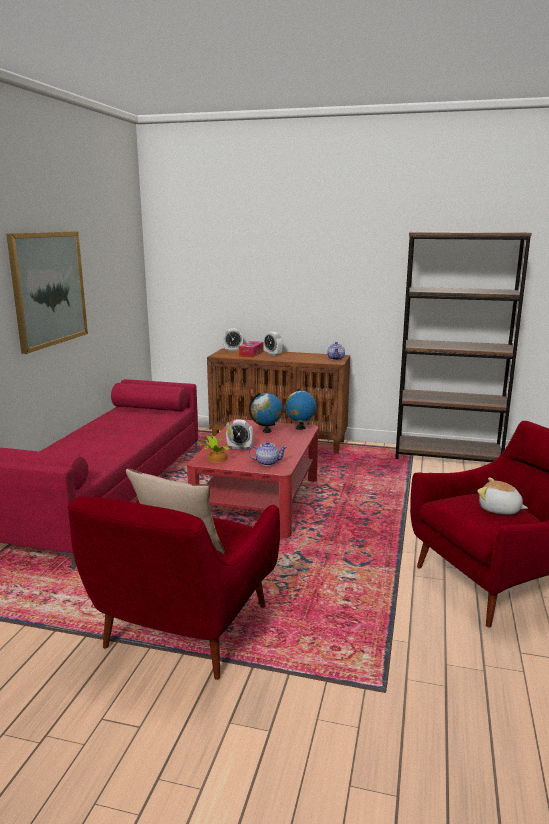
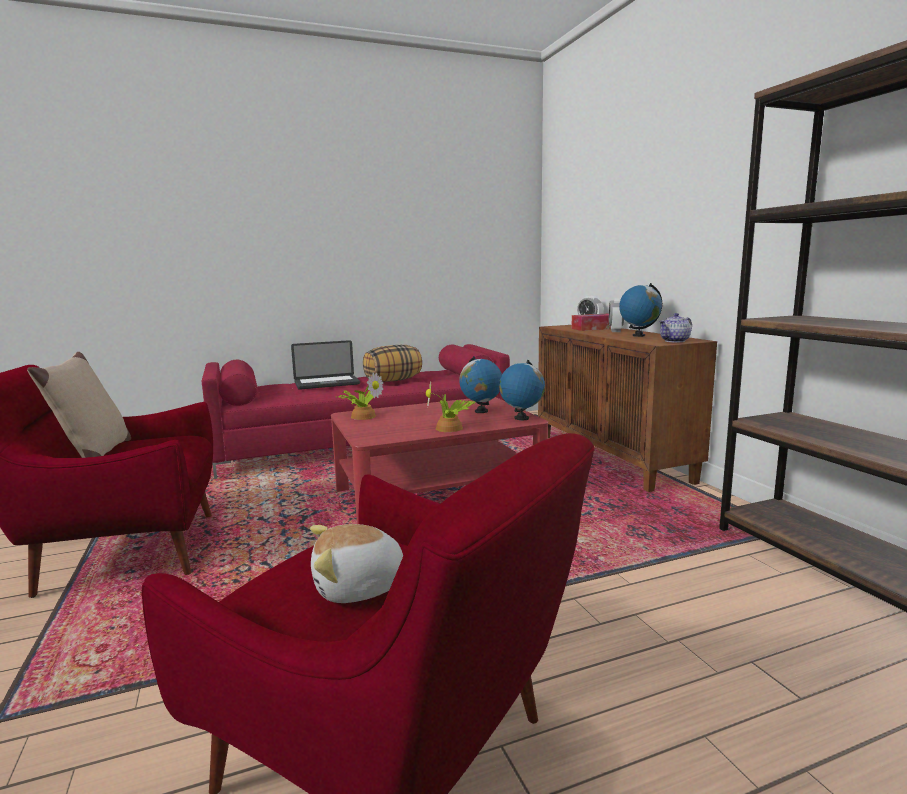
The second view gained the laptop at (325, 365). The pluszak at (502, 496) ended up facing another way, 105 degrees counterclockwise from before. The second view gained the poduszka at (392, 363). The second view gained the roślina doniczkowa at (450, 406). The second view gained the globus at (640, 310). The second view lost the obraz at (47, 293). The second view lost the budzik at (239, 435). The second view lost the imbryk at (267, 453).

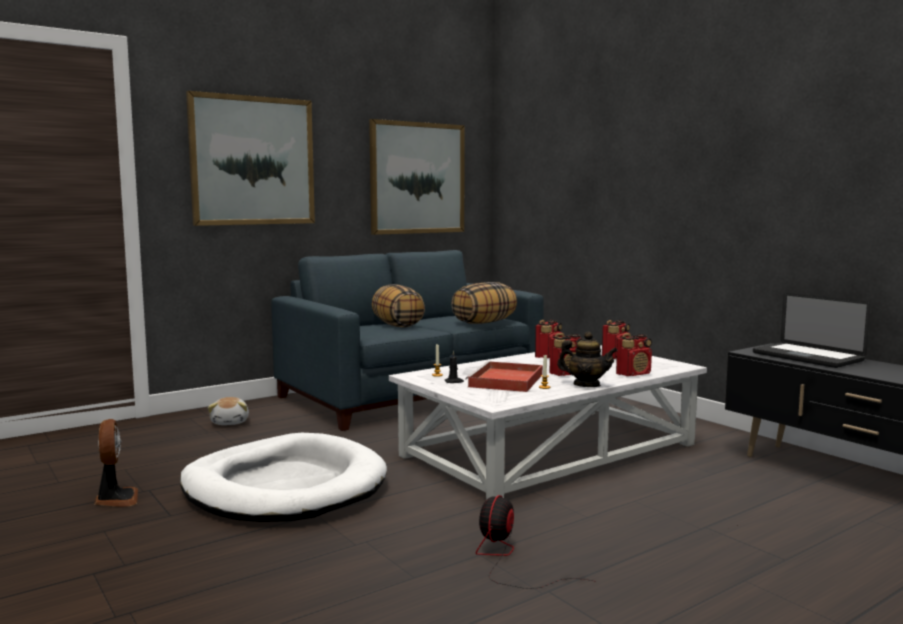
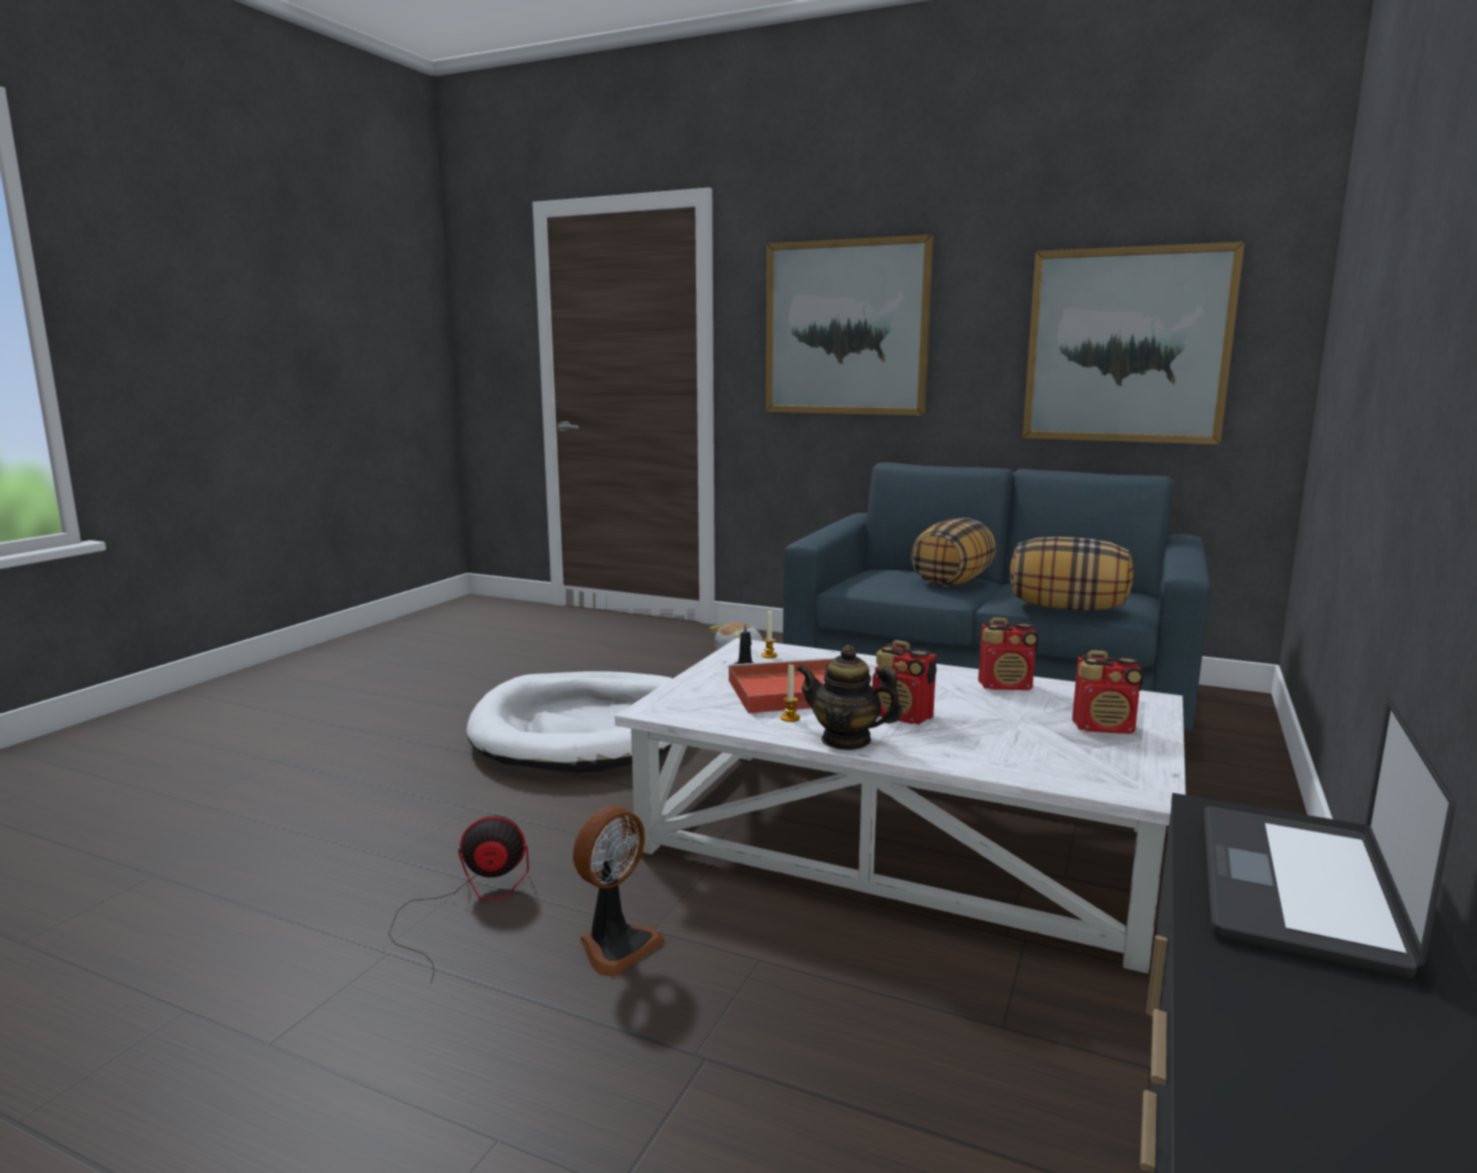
The wentylator ended up elsewhere, having gone from (116, 463) to (619, 891). The imbryk at (587, 359) ended up facing another way, 120 degrees clockwise from before. The second view lost the radio at (634, 354).

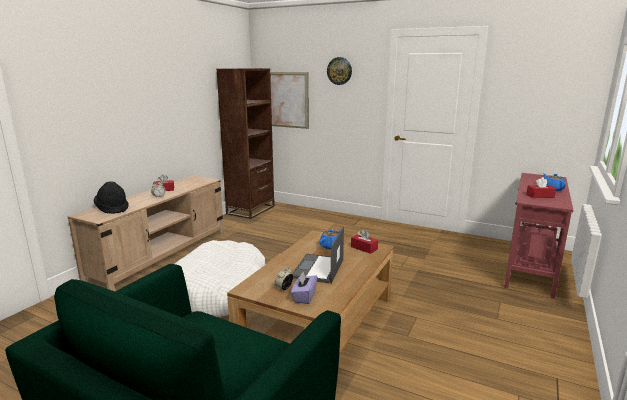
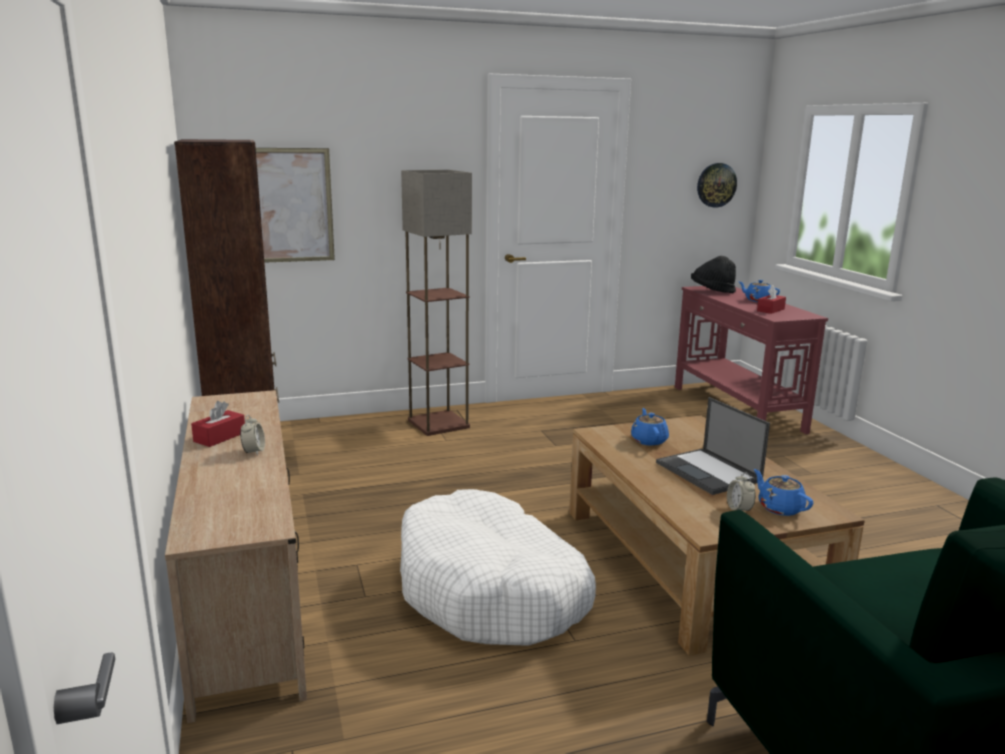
The second view gained the lampa stojąca at (436, 303). The kapelusz (czarny) ended up elsewhere, having gone from (111, 197) to (713, 274). The zegar ścienny ended up elsewhere, having gone from (339, 71) to (717, 185). Where the pudełko chusteczek (fioletowy) stood at (304, 288), the imbryk (niebieski) came to stand at (783, 492). The second view lost the pudełko chusteczek (czerwony) at (364, 241).

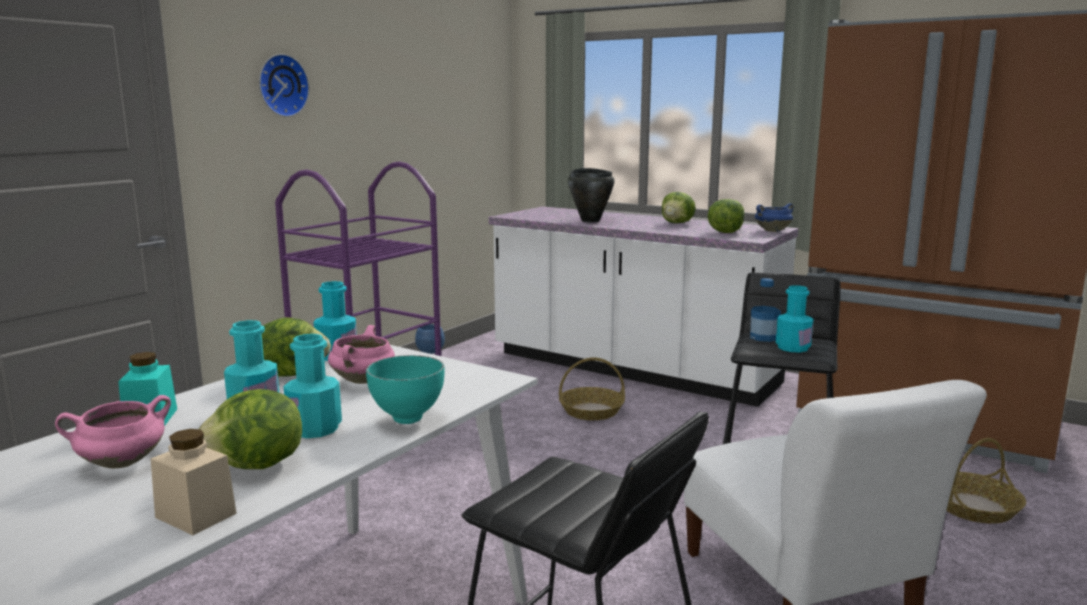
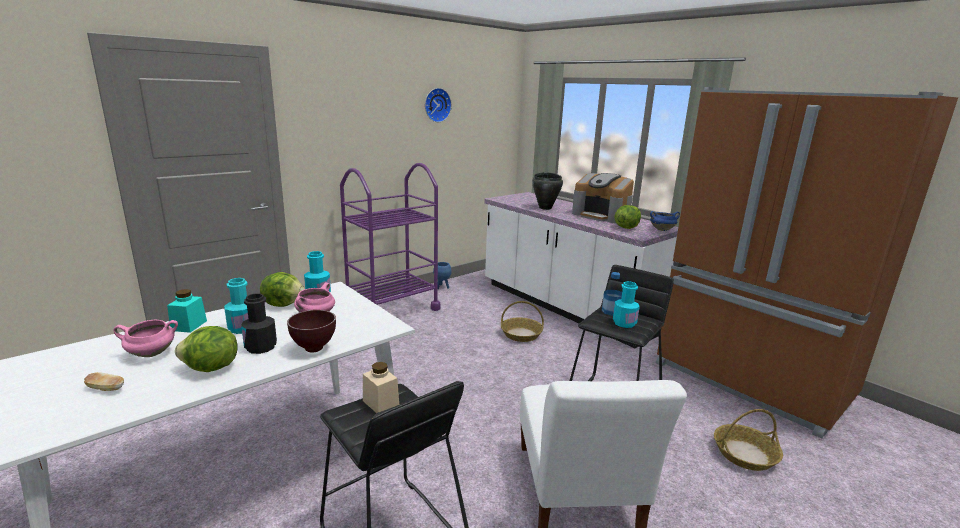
The second view gained the chleb at (104, 381). What was the butelka (turkusowy) at (312, 386) turned into the butelka (czarny) at (259, 323). What was the miska (turkusowy) at (405, 389) turned into the miska (brązowy) at (311, 331). The słoik (beżowy) ended up elsewhere, having gone from (194, 482) to (381, 387). The zegar ścienny ended up elsewhere, having gone from (284, 85) to (438, 105). Where the sałata stood at (679, 207), the ekspres do kawy came to stand at (603, 198).

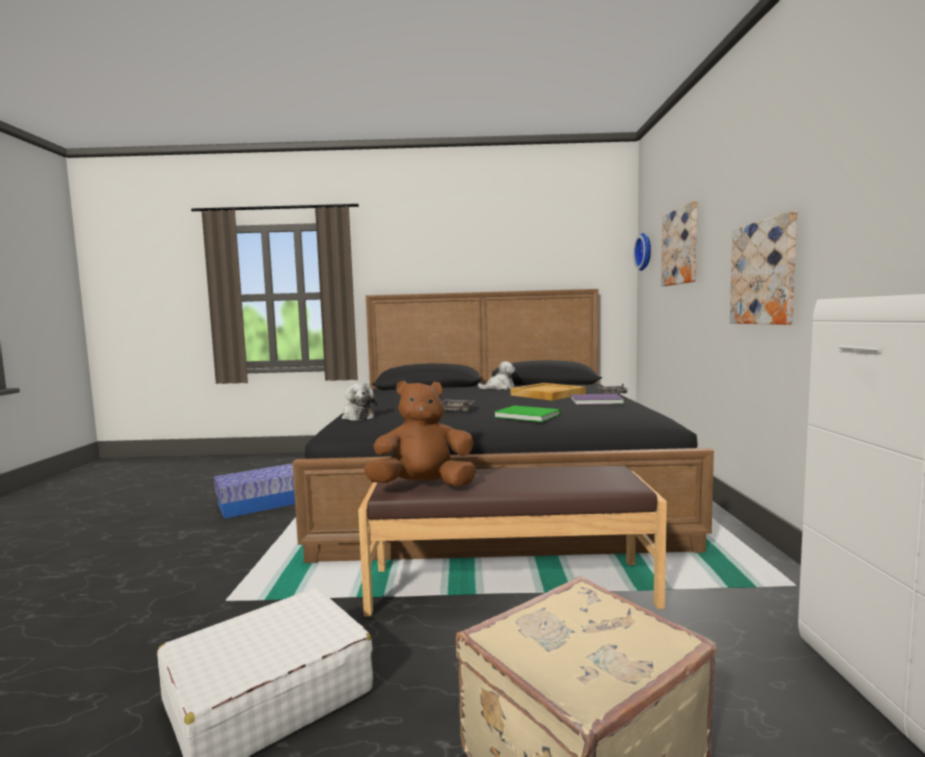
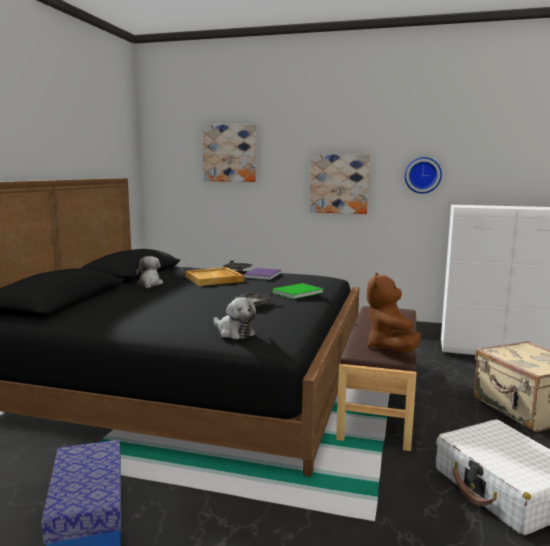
The pluszak at (359, 402) ended up facing another way, 60 degrees clockwise from before. The zegar ścienny ended up elsewhere, having gone from (642, 252) to (423, 175).

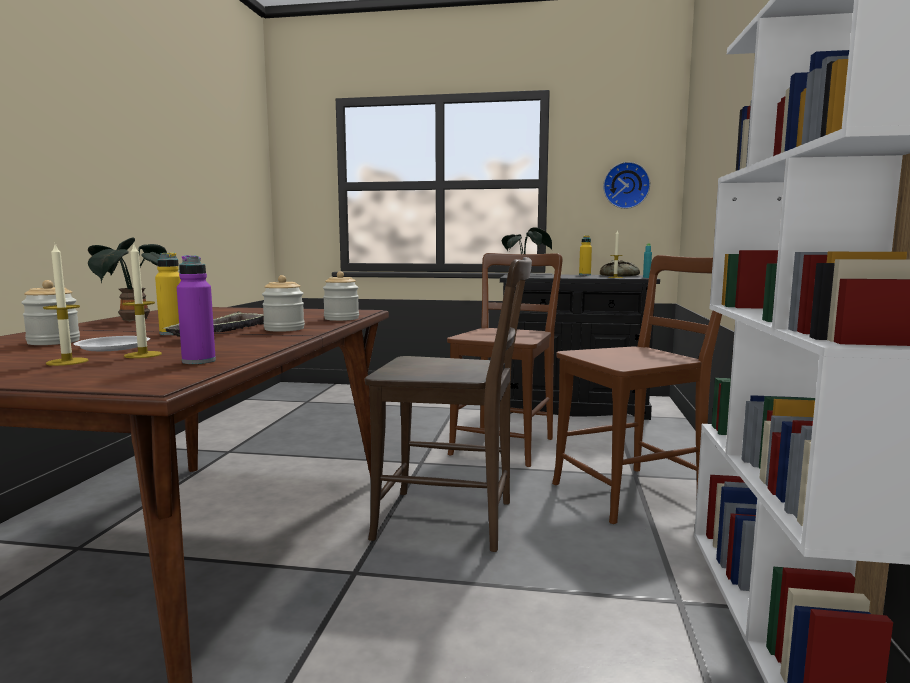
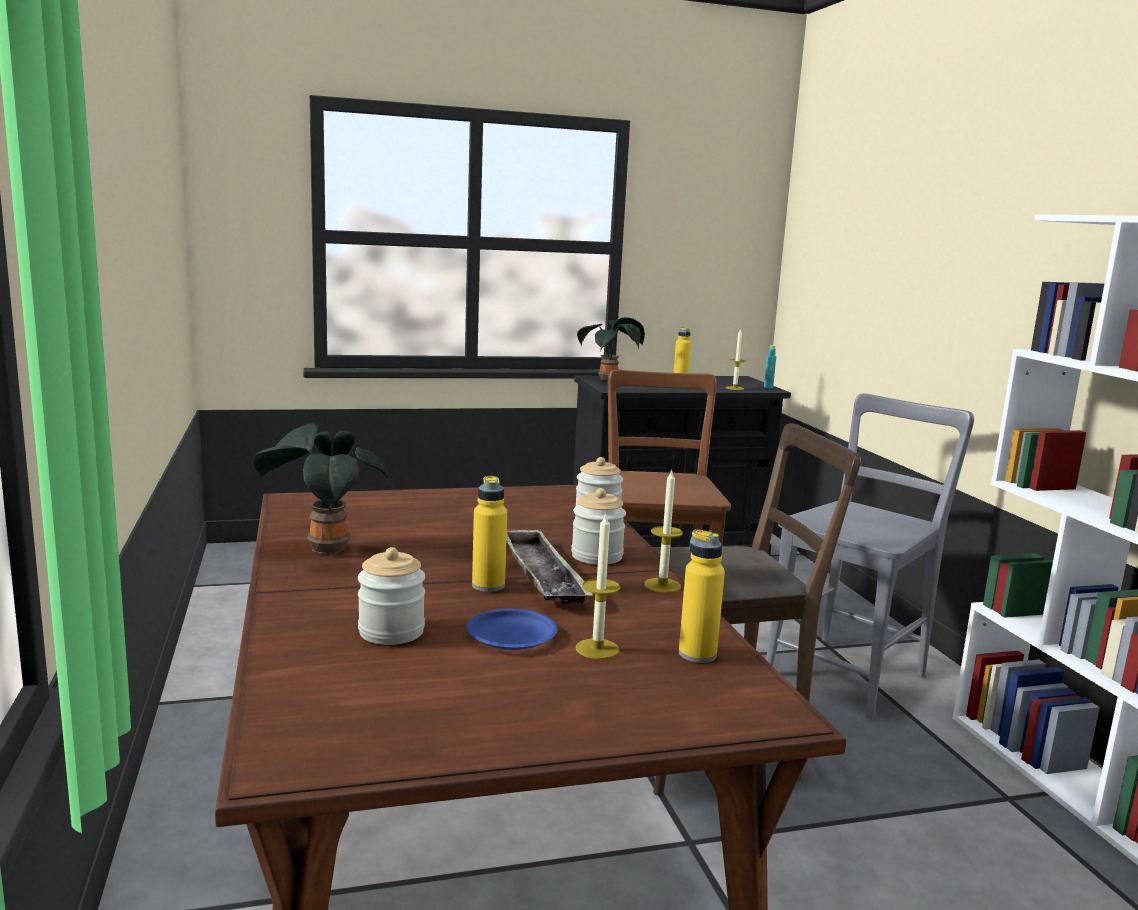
What was the talerz (biały) at (112, 343) turned into the talerz (niebieski) at (512, 629). The świeca ended up elsewhere, having gone from (66, 305) to (663, 531). What was the butelka (fioletowy) at (196, 309) turned into the butelka (żółty) at (702, 596). What was the krzesło (brązowy) at (637, 389) turned into the krzesło (szary) at (870, 556). The second view lost the chleb at (620, 268). The second view lost the zegar ścienny at (626, 185).

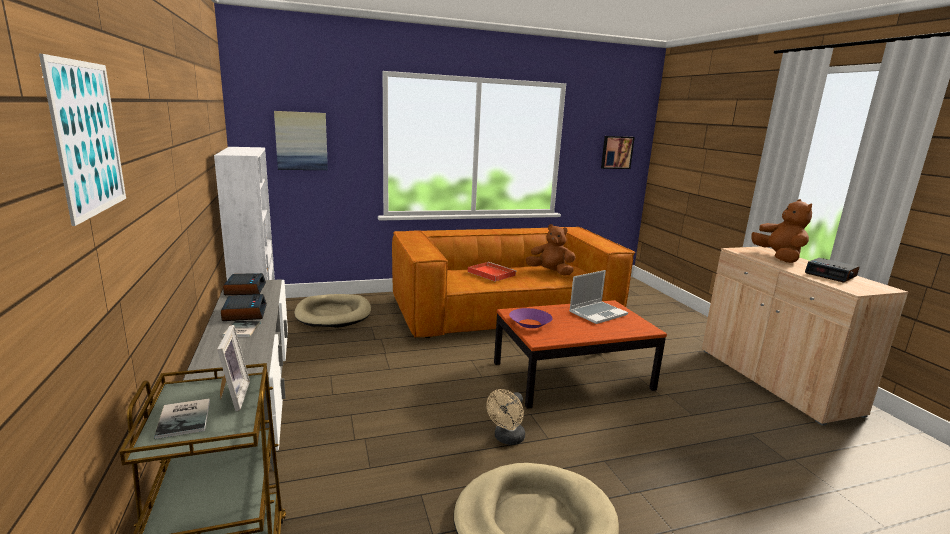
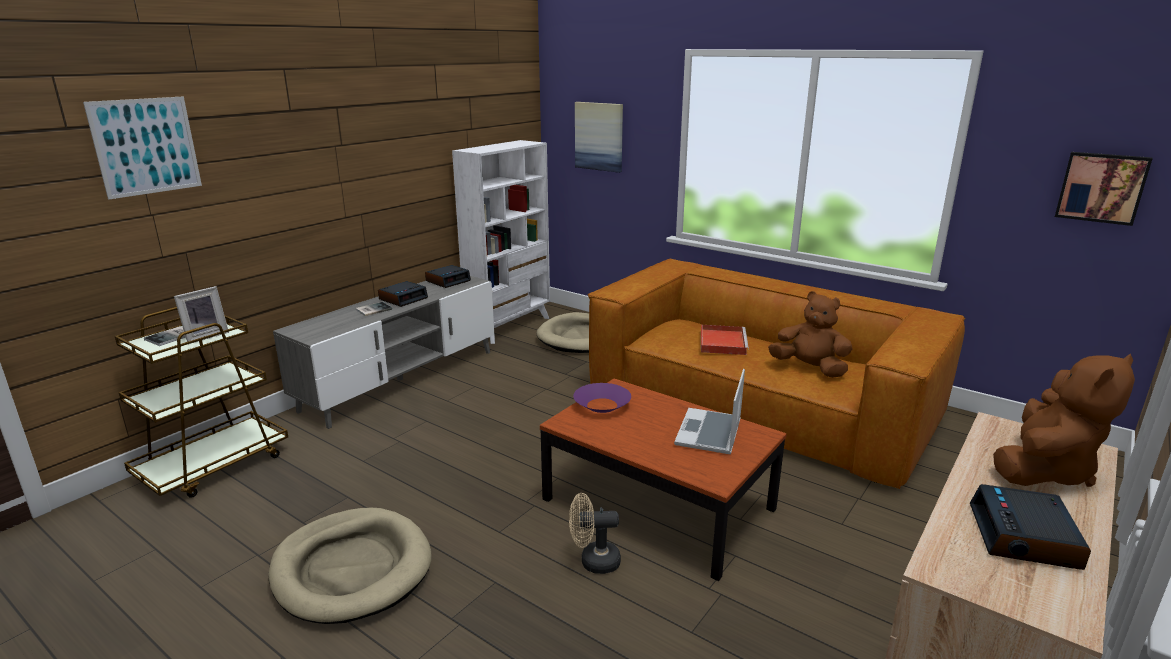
The wentylator (beżowy) ended up elsewhere, having gone from (505, 417) to (595, 533). The laptop at (598, 297) ended up facing another way, 90 degrees clockwise from before. The pluszak (brązowy) at (550, 250) ended up facing another way, 45 degrees counterclockwise from before.

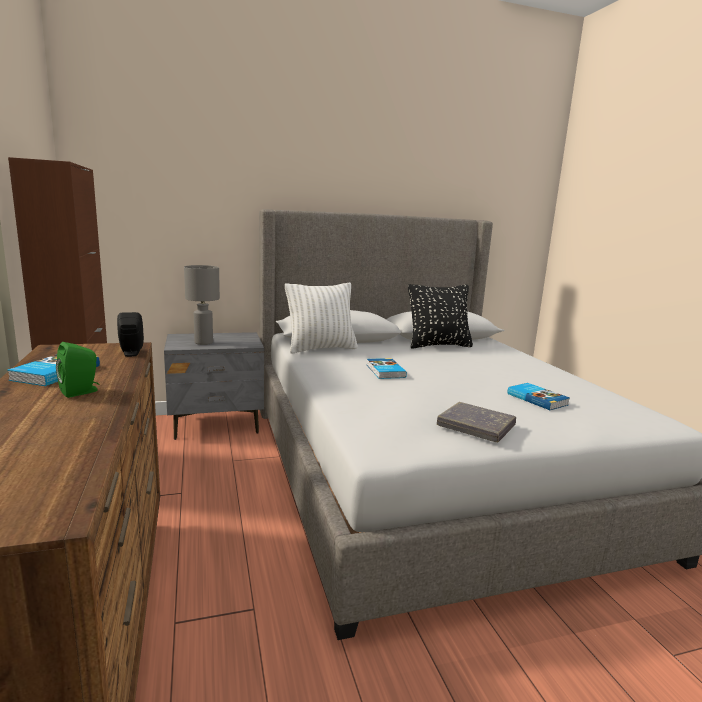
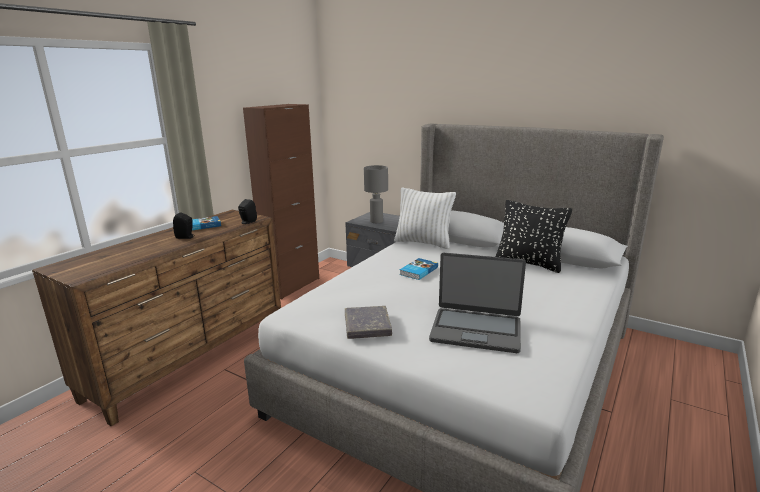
What was the głośnik (zielony) at (78, 370) turned into the głośnik (czarny) at (184, 225). Where the książka stood at (538, 396), the laptop came to stand at (477, 303).

